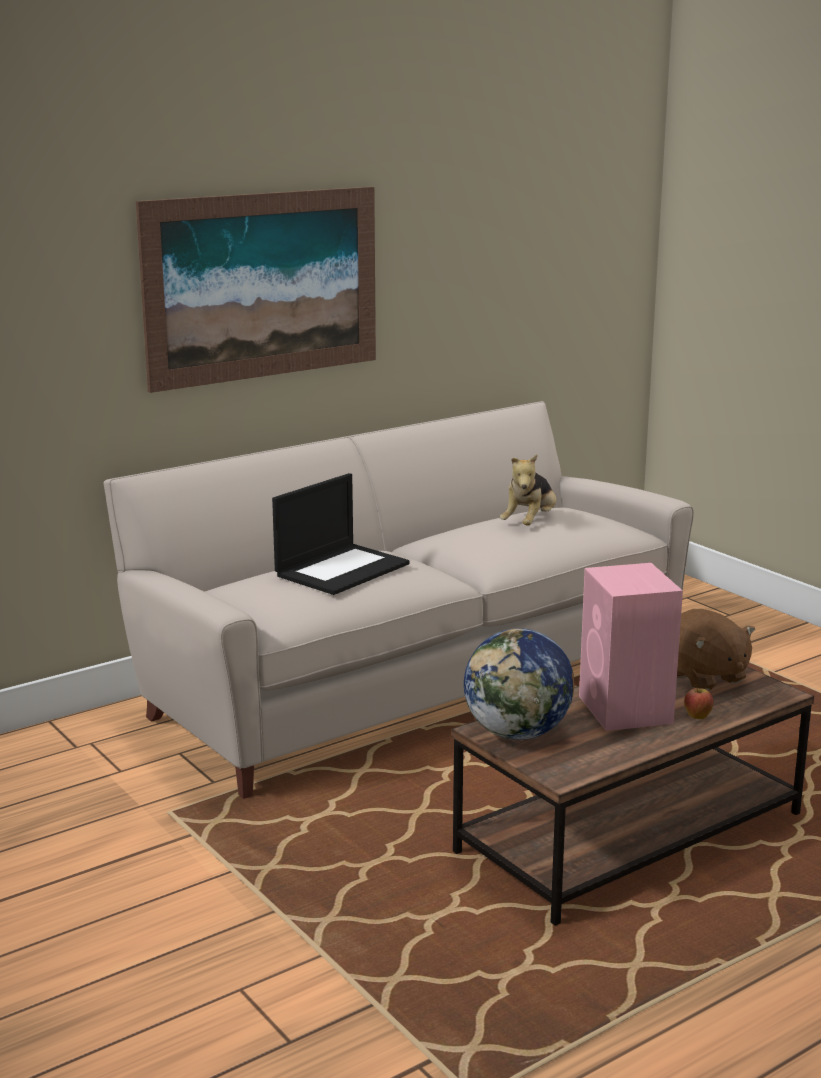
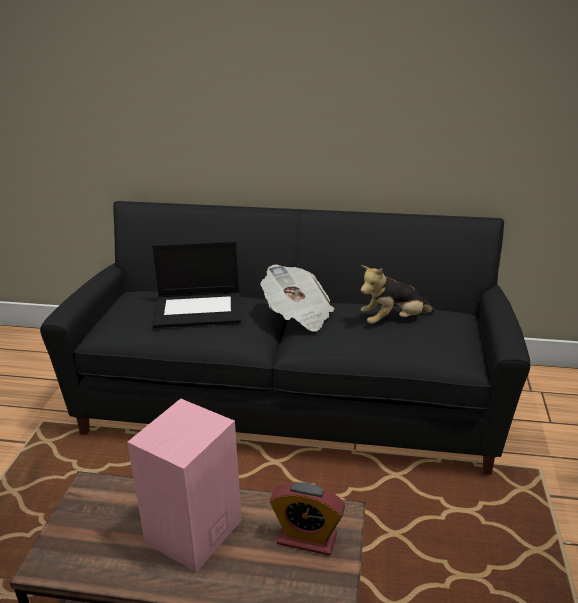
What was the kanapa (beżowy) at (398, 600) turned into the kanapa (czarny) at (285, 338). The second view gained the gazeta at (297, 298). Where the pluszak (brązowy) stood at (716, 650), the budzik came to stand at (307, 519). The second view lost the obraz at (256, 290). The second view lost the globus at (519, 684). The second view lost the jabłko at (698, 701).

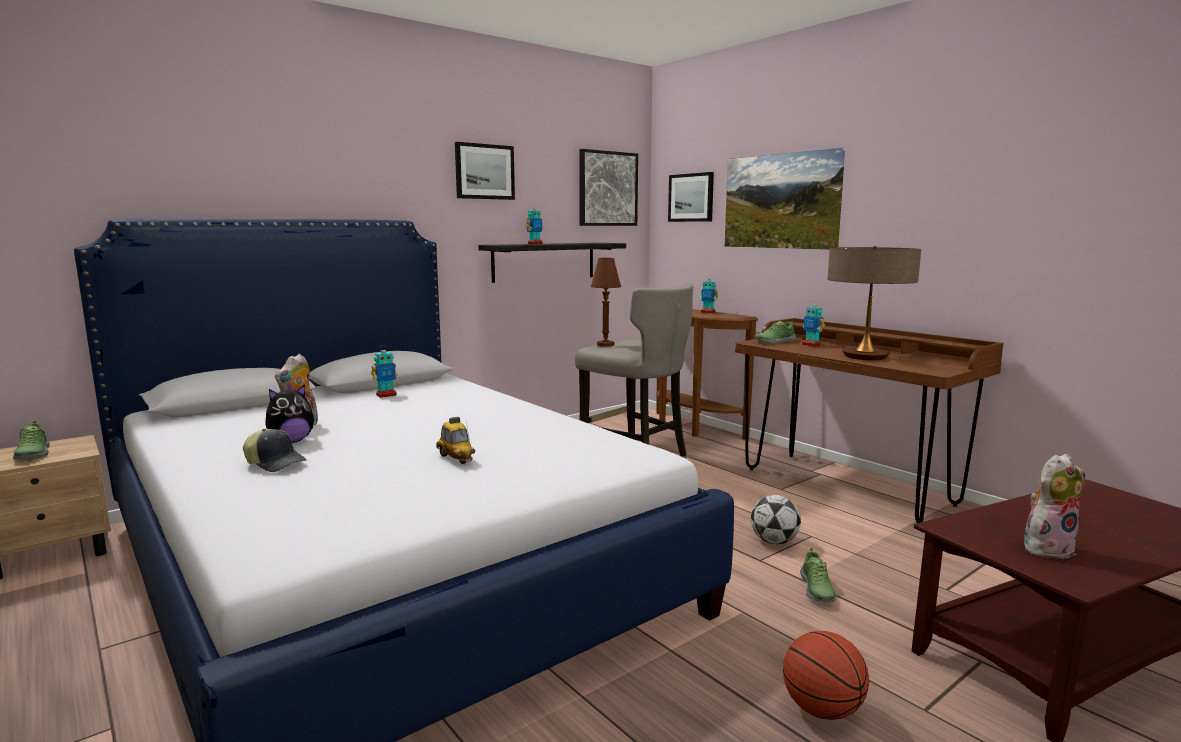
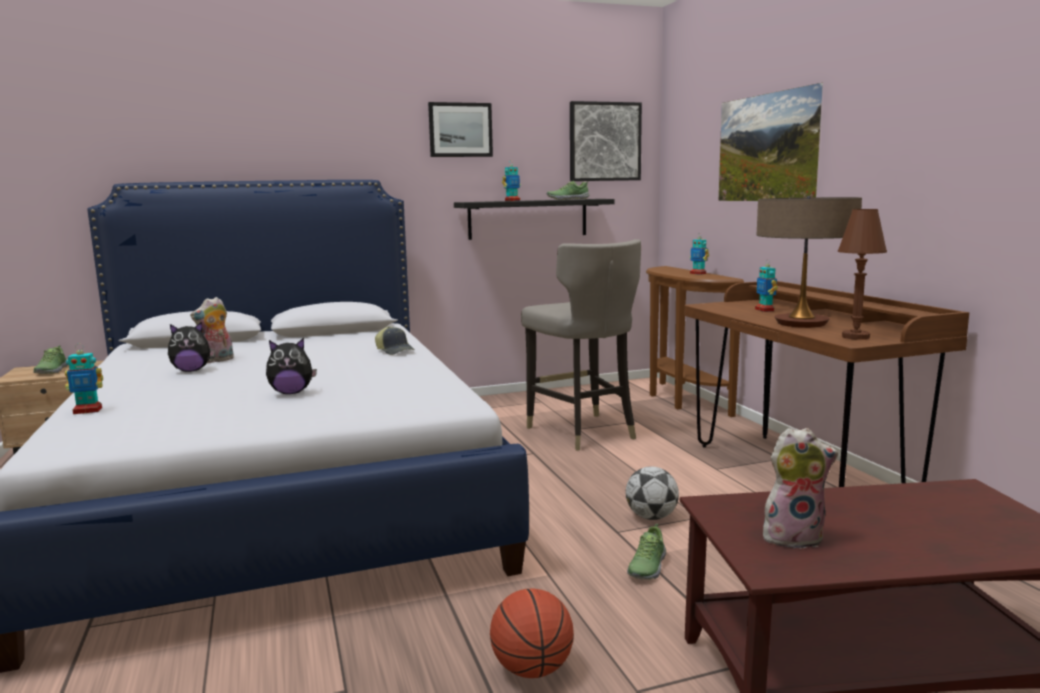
The robot zabawkowy ended up elsewhere, having gone from (384, 372) to (84, 379). Where the samochodzik stood at (455, 440), the pluszak came to stand at (291, 366). The czapka z daszkiem ended up elsewhere, having gone from (275, 450) to (395, 340). The but ended up elsewhere, having gone from (775, 332) to (568, 190). The lampa stołowa (brązowy) ended up elsewhere, having gone from (606, 302) to (862, 274). The second view lost the obraz at (691, 197).

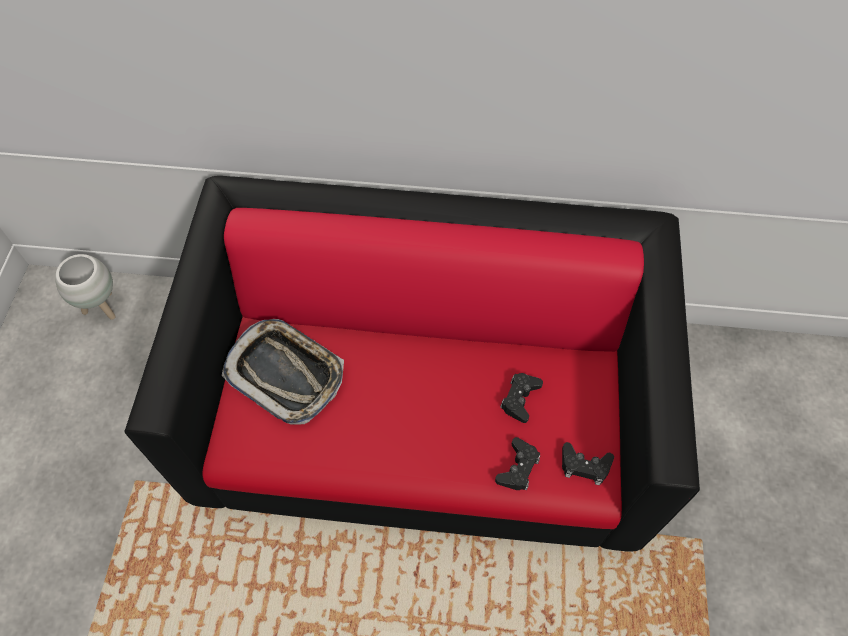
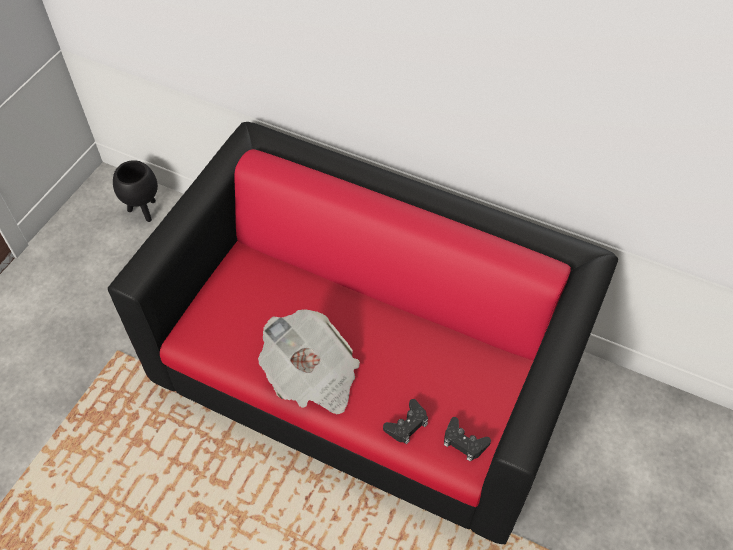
What was the donica (biały) at (85, 287) turned into the donica (czarny) at (135, 191). The second view gained the gazeta at (309, 362). The second view lost the taca at (283, 372). The second view lost the pad do gier (czarny) at (521, 398).

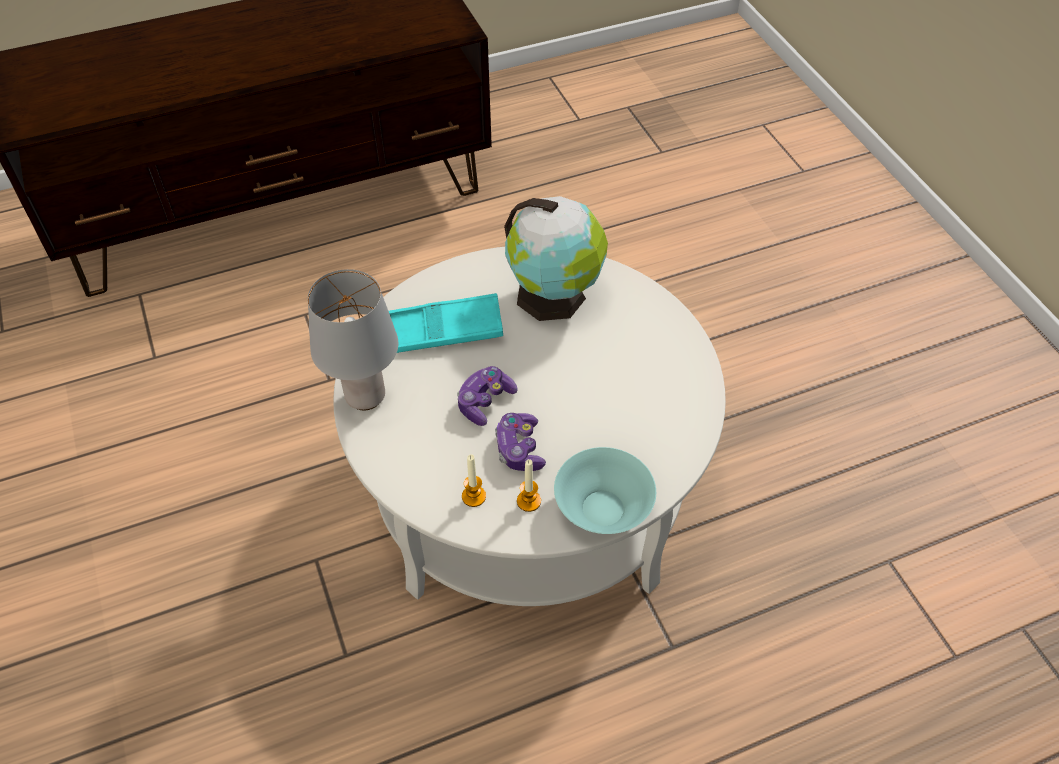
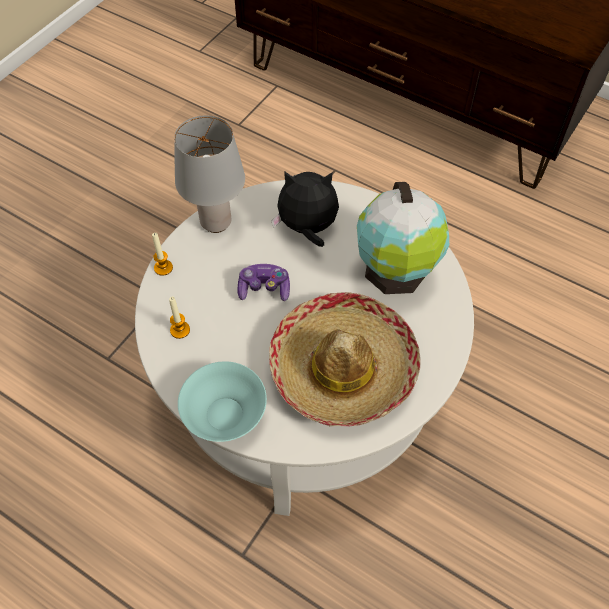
The świeca ended up elsewhere, having gone from (529, 485) to (162, 254). The second view gained the kapelusz at (345, 359). Where the taca (turkusowy) stood at (446, 323), the pluszak came to stand at (305, 209). The second view lost the pad do gier at (520, 442).

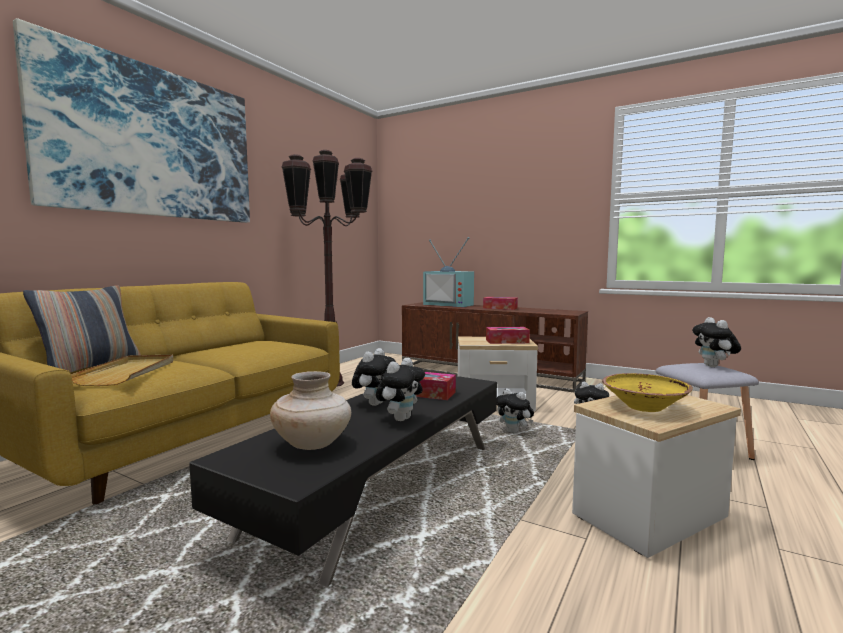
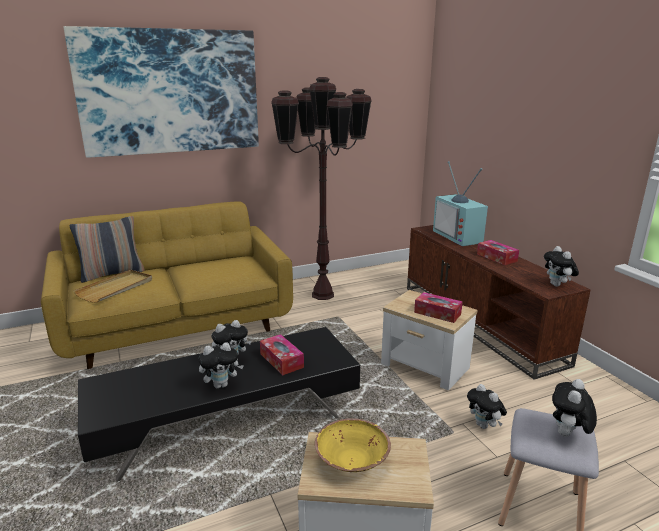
The pluszak ended up elsewhere, having gone from (515, 410) to (561, 266). The second view lost the wazon (beżowy) at (310, 410).

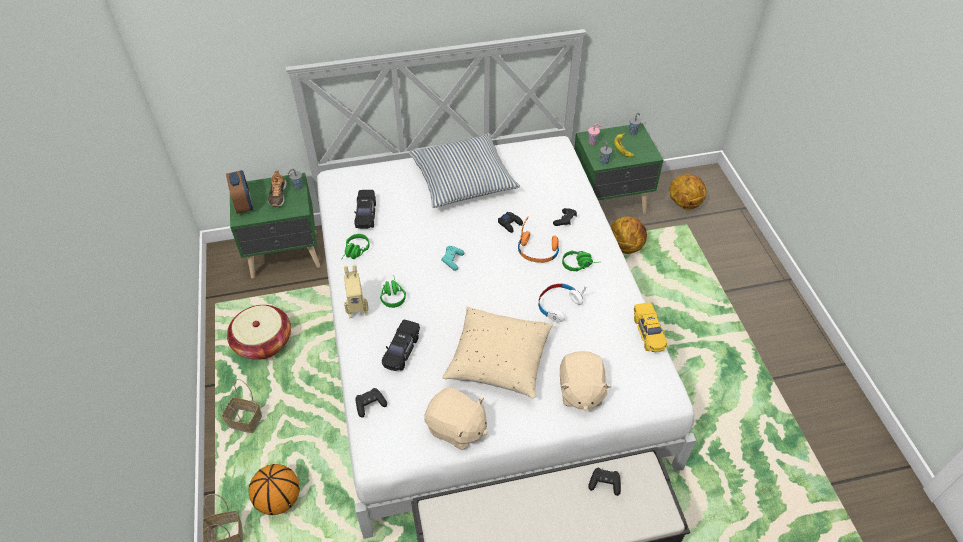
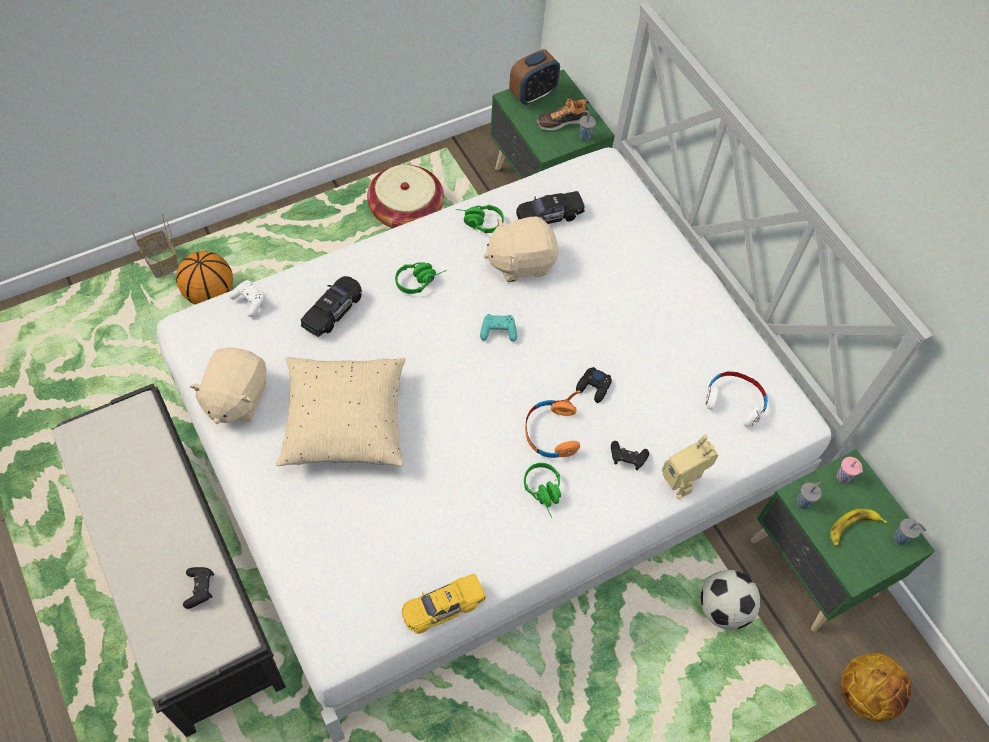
What was the pad do gier (czarny) at (371, 403) turned into the pad do gier (biały) at (247, 298). The samochodzik (czarny) at (401, 345) ended up facing another way, 120 degrees clockwise from before. The pluszak (beżowy) ended up elsewhere, having gone from (585, 381) to (521, 249). The robot zabawkowy ended up elsewhere, having gone from (356, 291) to (690, 466). Where the piłka do koszykówki stood at (629, 235), the piłka futbolowa came to stand at (730, 600). The słuchawki (biały) ended up elsewhere, having gone from (562, 302) to (736, 399). The second view lost the koszyk at (241, 406). The second view lost the poduszka at (464, 170).

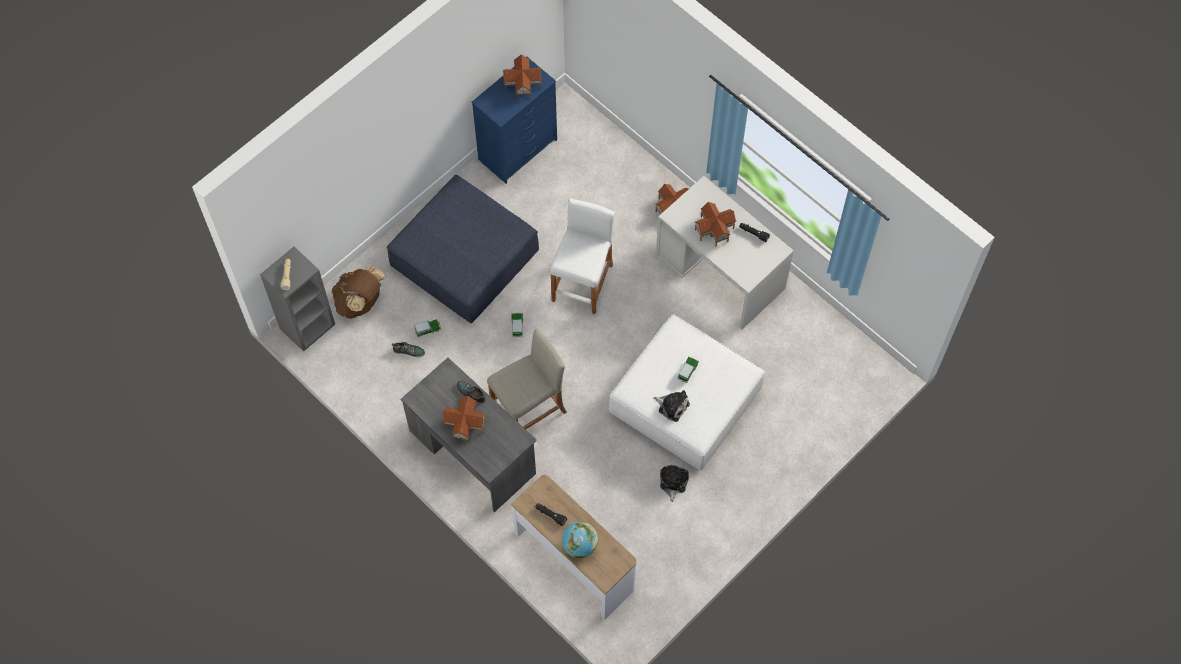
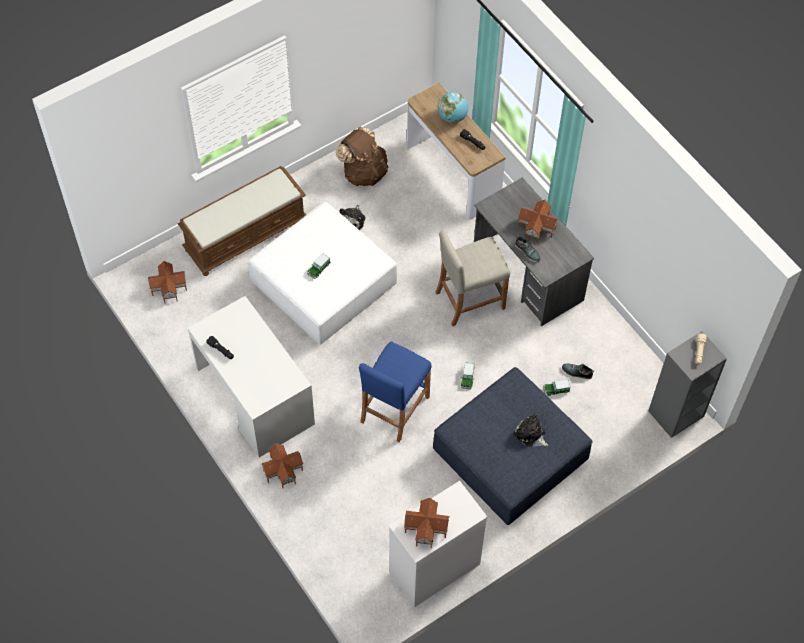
The domek ended up elsewhere, having gone from (715, 224) to (167, 282). The second view gained the ławka (brązowy) at (242, 221). The plecak (brązowy) ended up elsewhere, having gone from (358, 293) to (362, 156). What was the stołek (biały) at (582, 256) turned into the stołek (niebieski) at (395, 391). What was the komoda (niebieski) at (514, 120) turned into the komoda (biały) at (437, 544). The pluszak ended up elsewhere, having gone from (671, 406) to (531, 430).

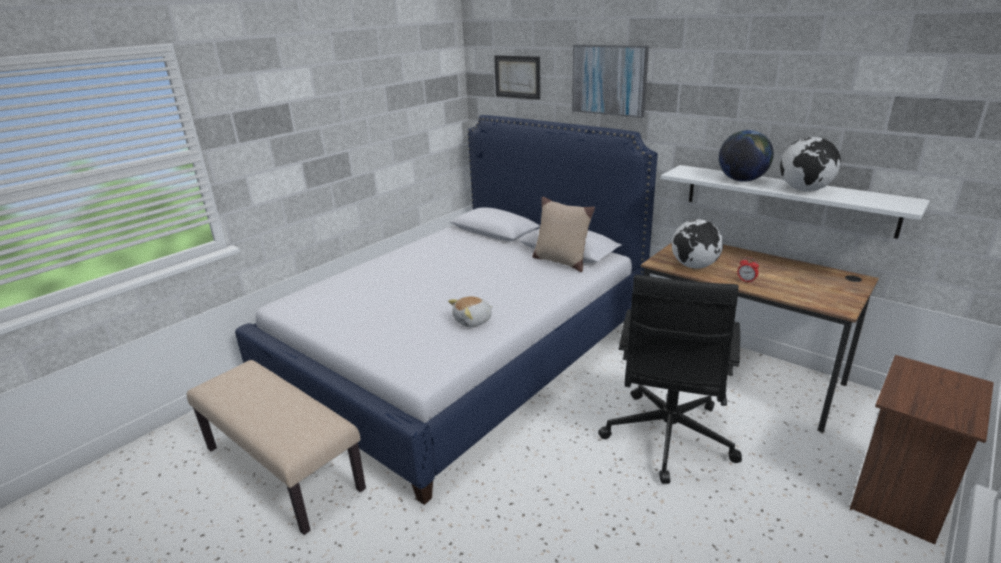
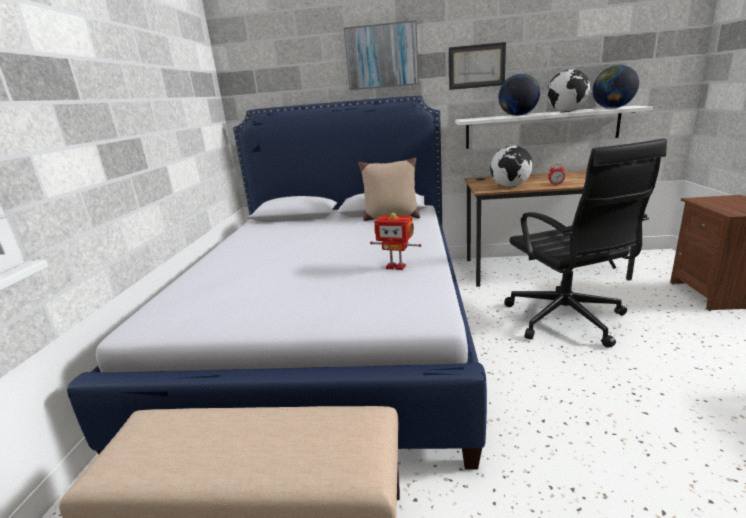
Where the pluszak stood at (470, 311), the robot zabawkowy came to stand at (396, 241). The obraz ended up elsewhere, having gone from (517, 77) to (477, 66). The second view gained the globus at (616, 86).

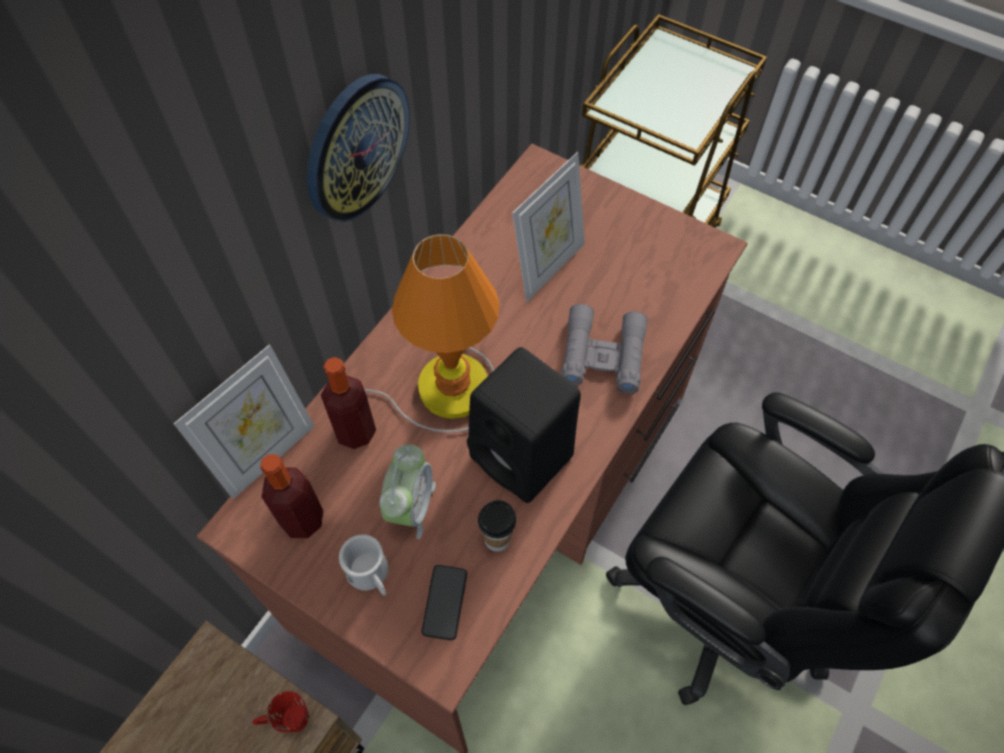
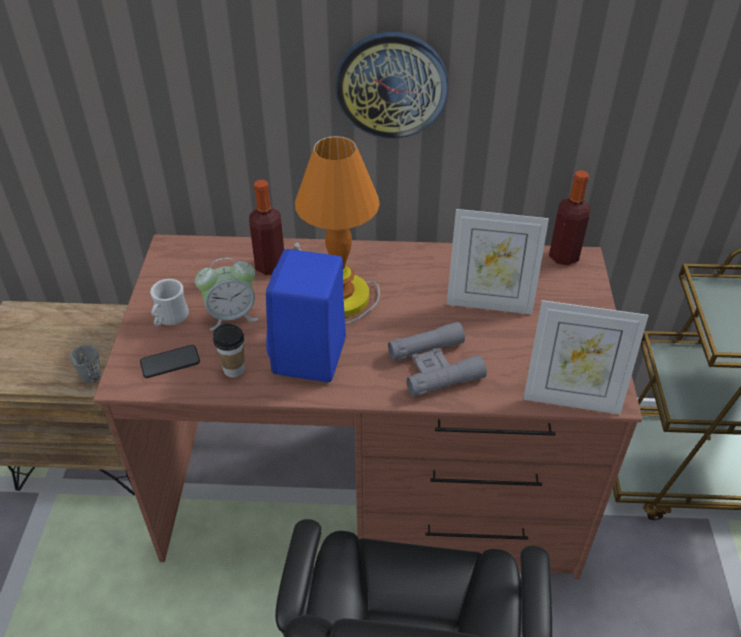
What was the kubek (czerwony) at (280, 712) turned into the kubek (szary) at (85, 363). What was the głośnik (czarny) at (524, 425) turned into the głośnik (niebieski) at (306, 315). The ramka na zdjęcie ended up elsewhere, having gone from (244, 421) to (586, 357). The butelka ended up elsewhere, having gone from (292, 496) to (569, 218).

